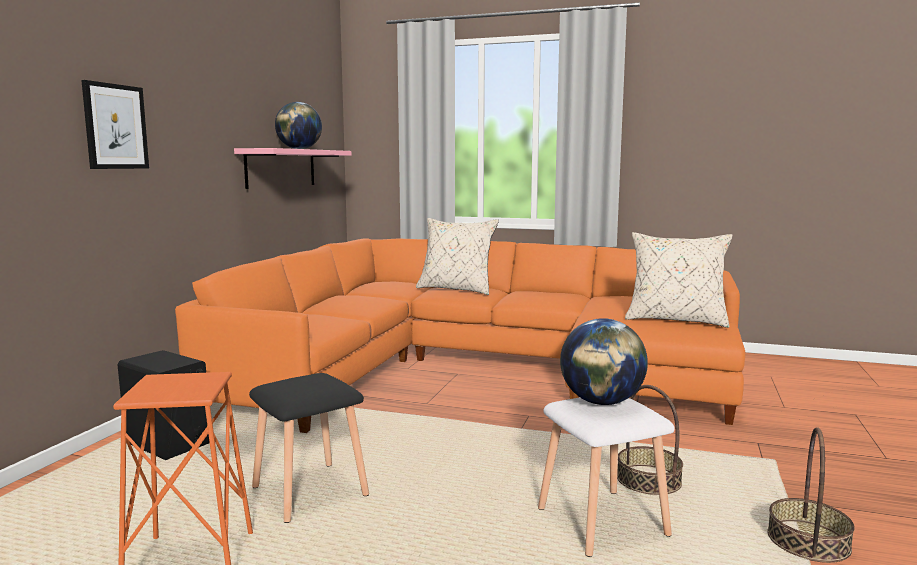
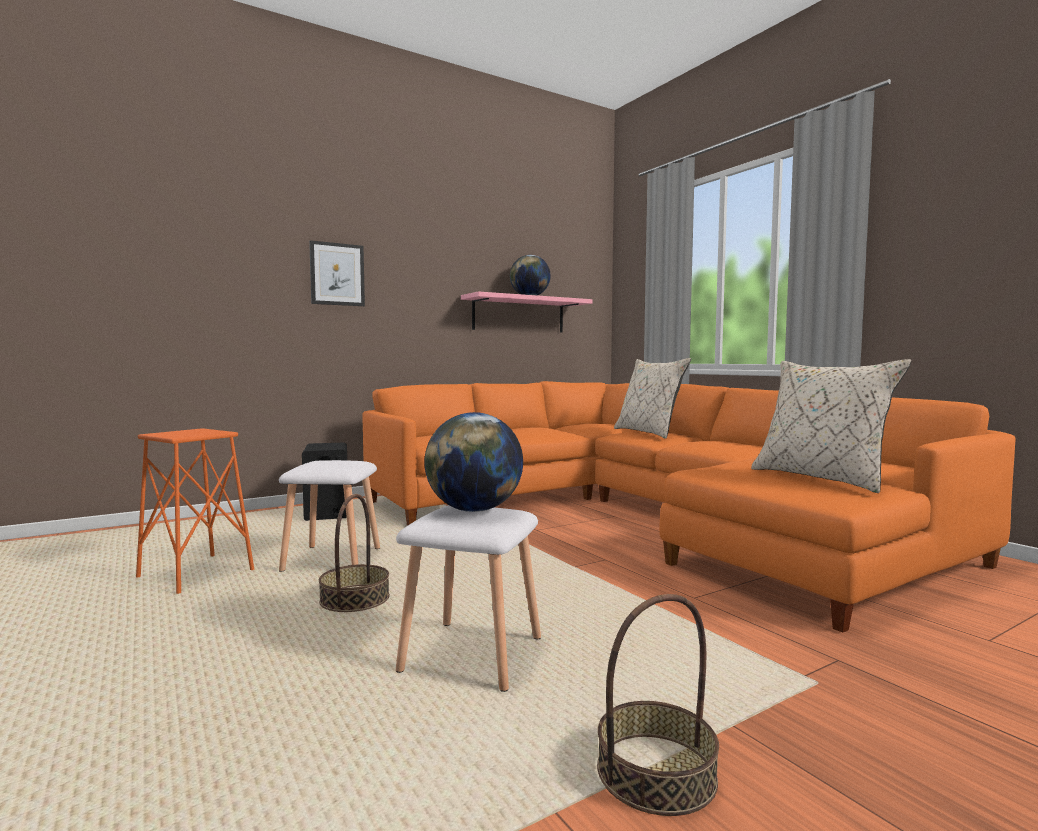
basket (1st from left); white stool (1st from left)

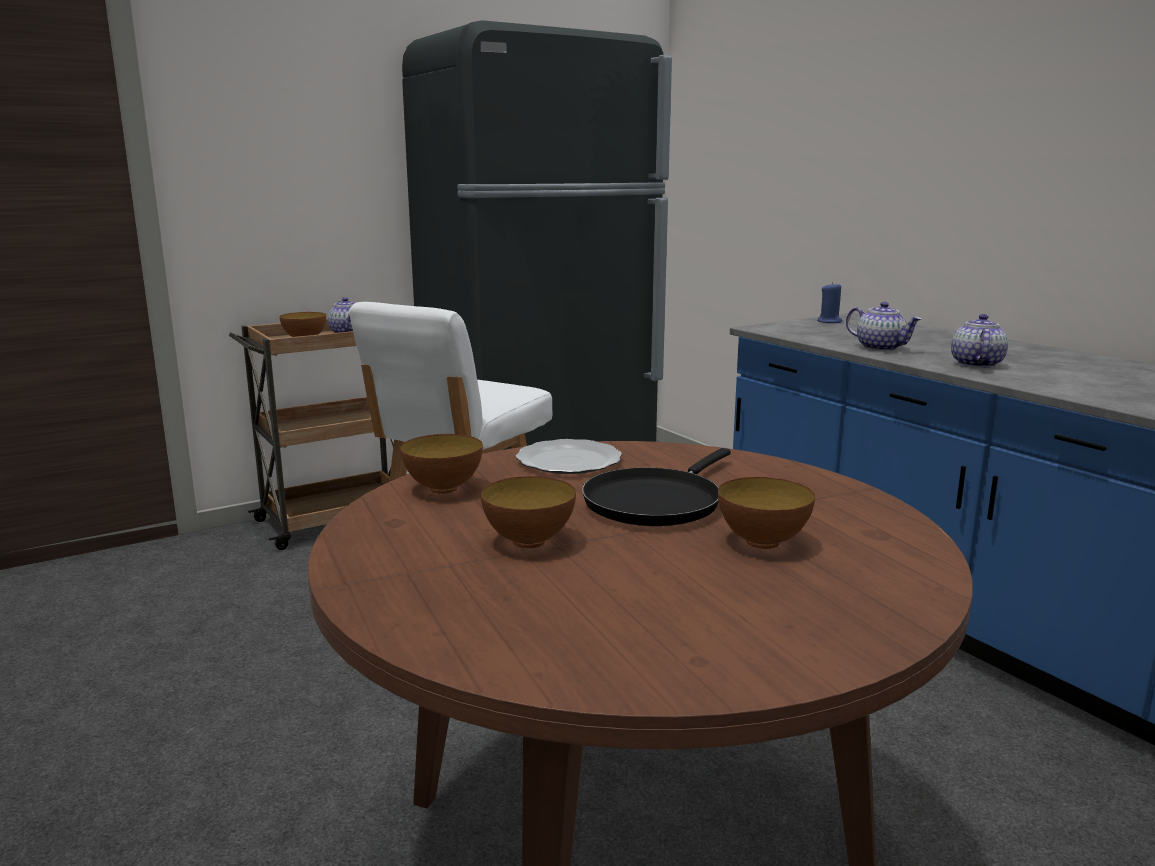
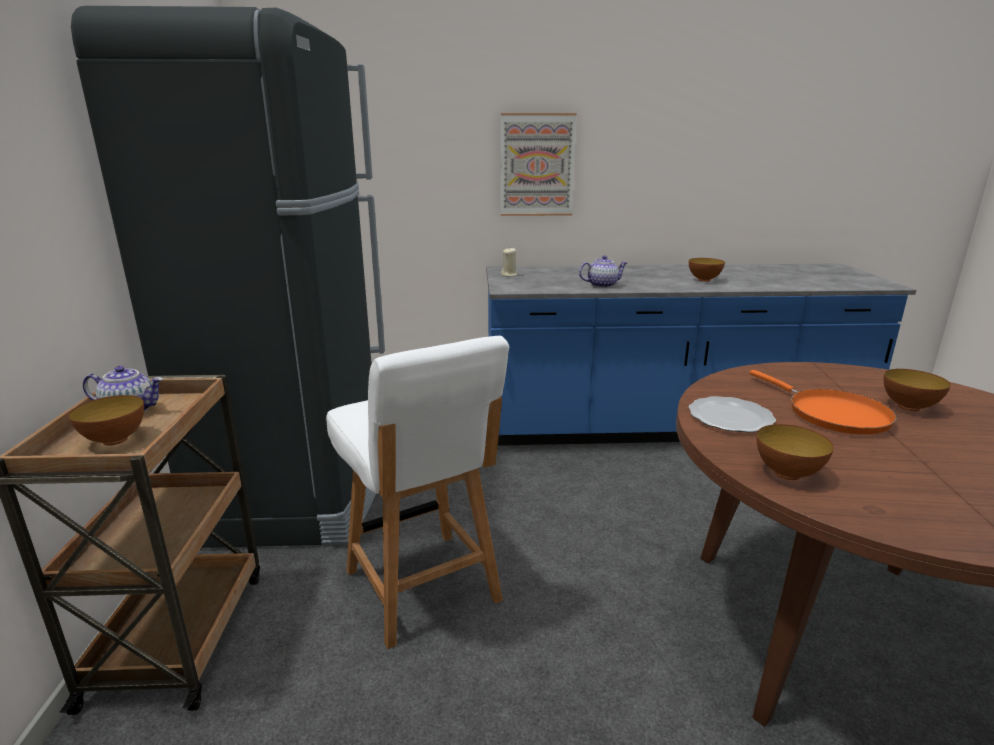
teapot (3rd from left in the first image); picture; bowl (2nd from left); orange frying pan; beige candle

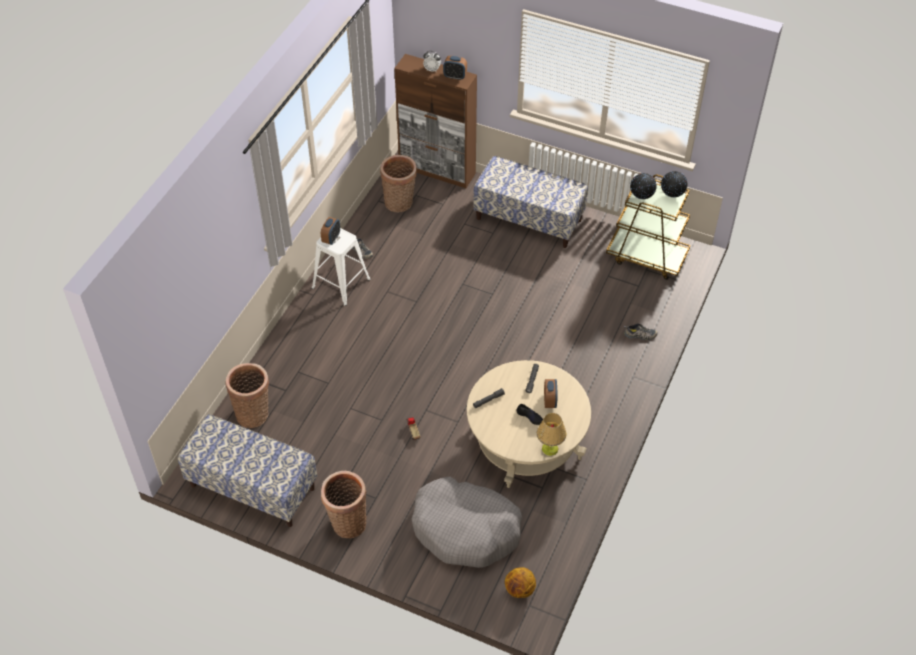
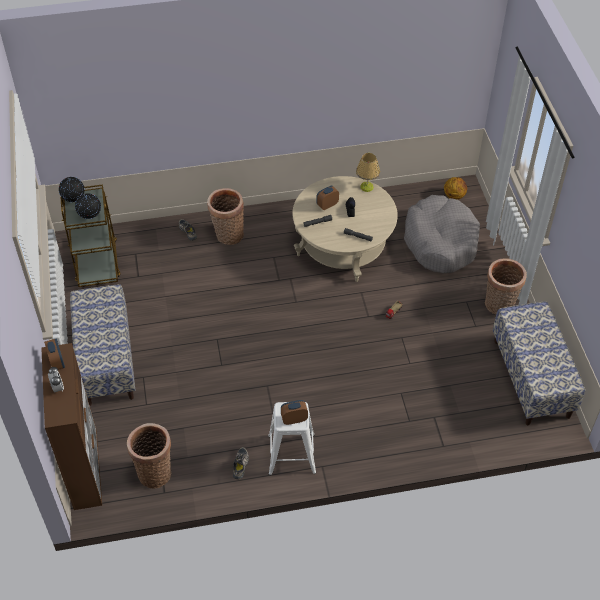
basket (2nd from left)

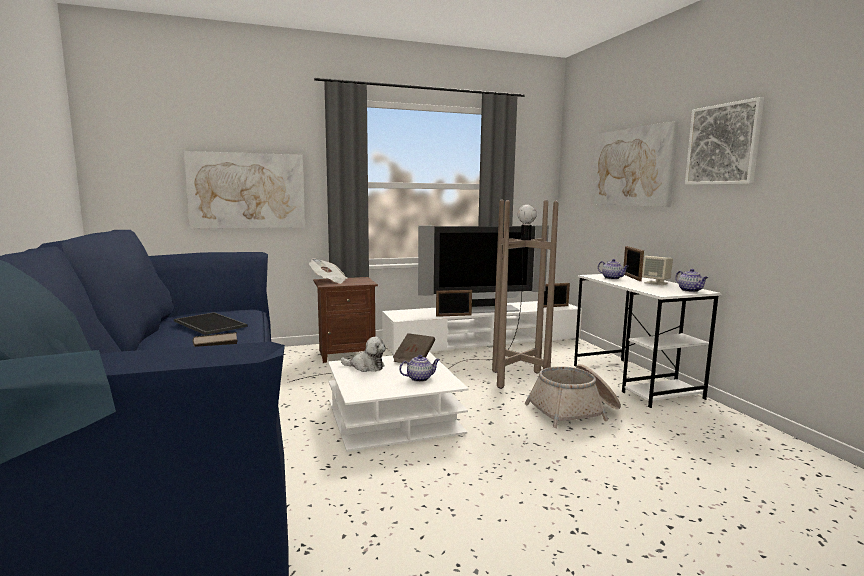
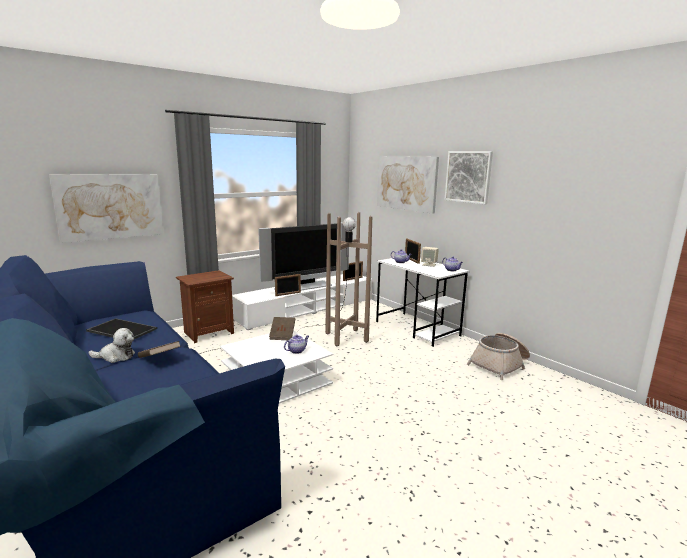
newspaper; plush toy; basket

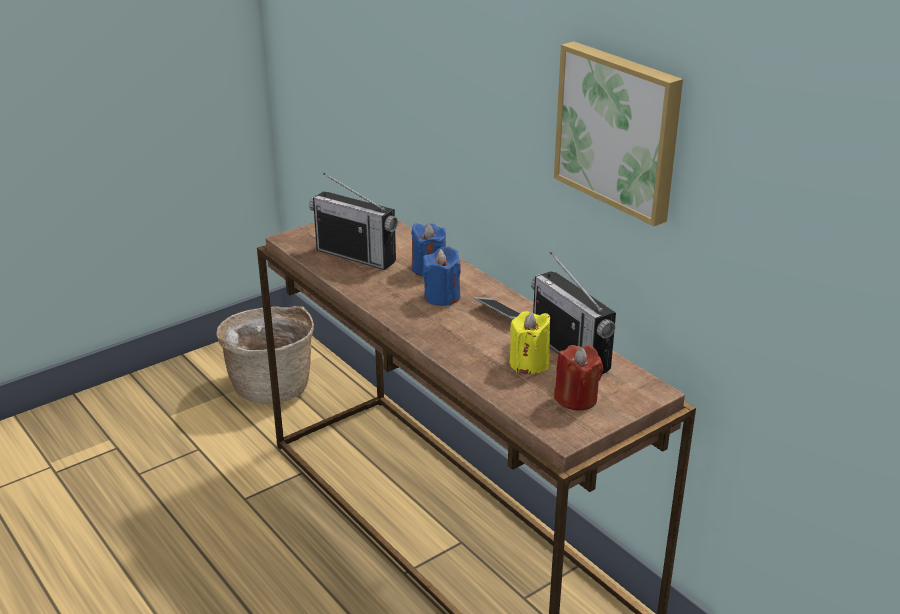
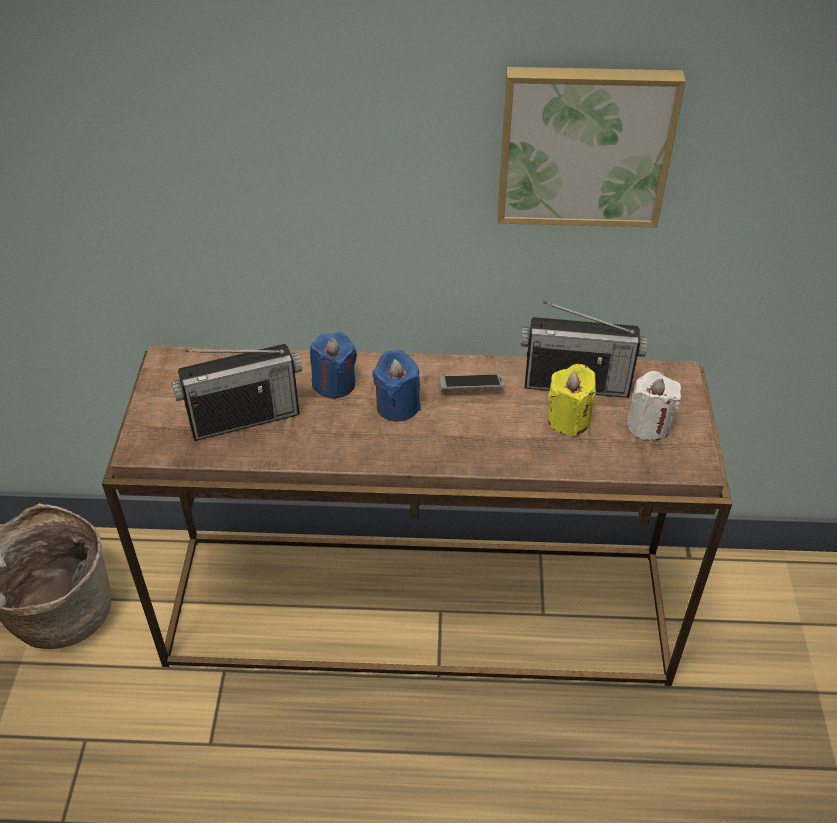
white candle

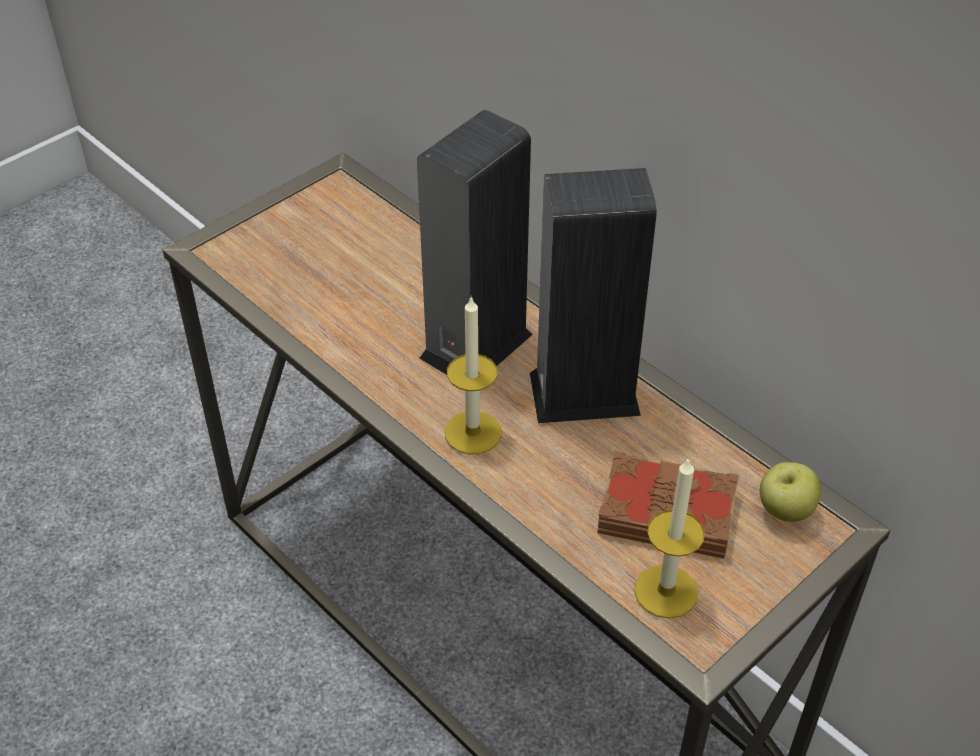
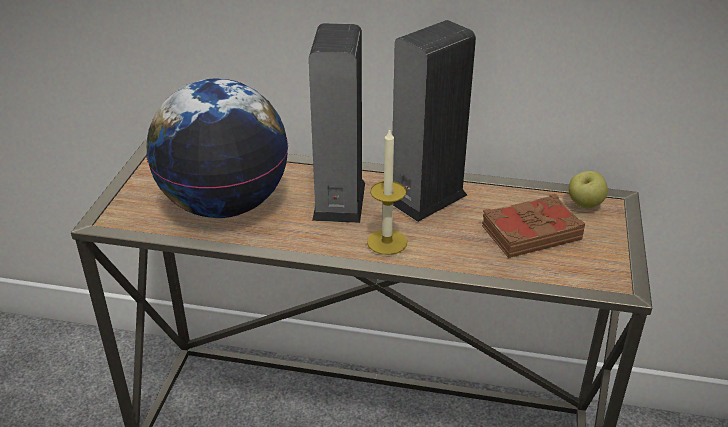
candle (2nd from left in the first image); globe

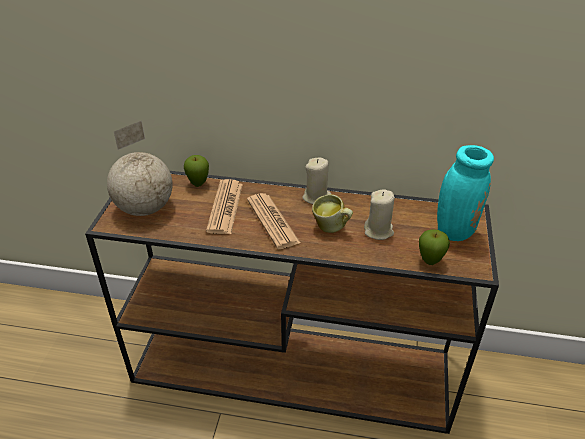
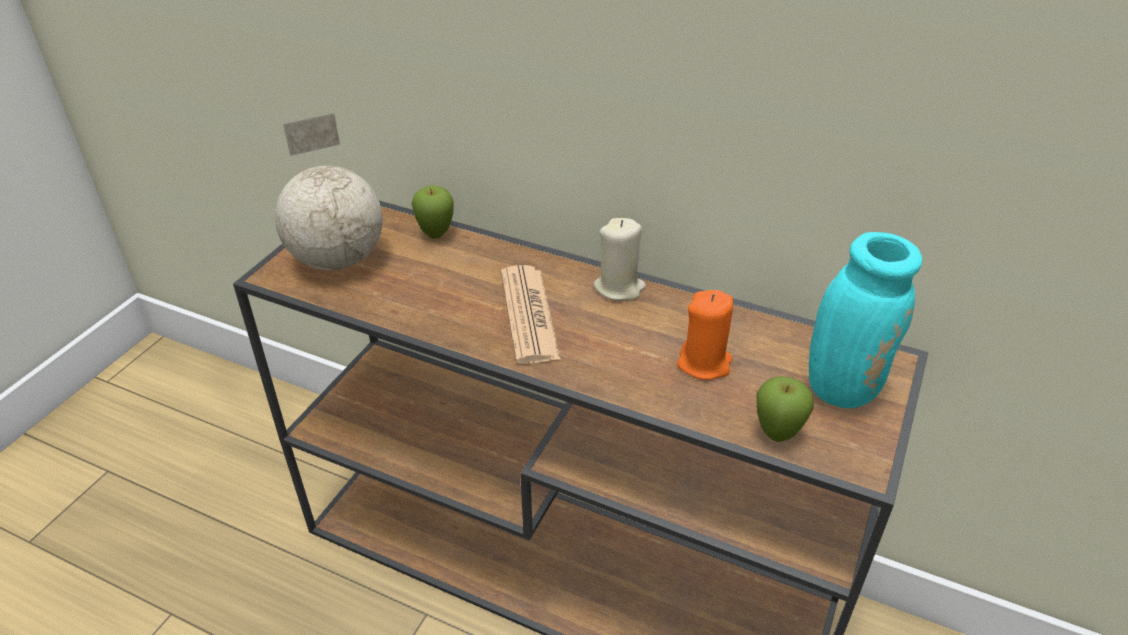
newspaper (1st from left in the first image); mug; orange candle

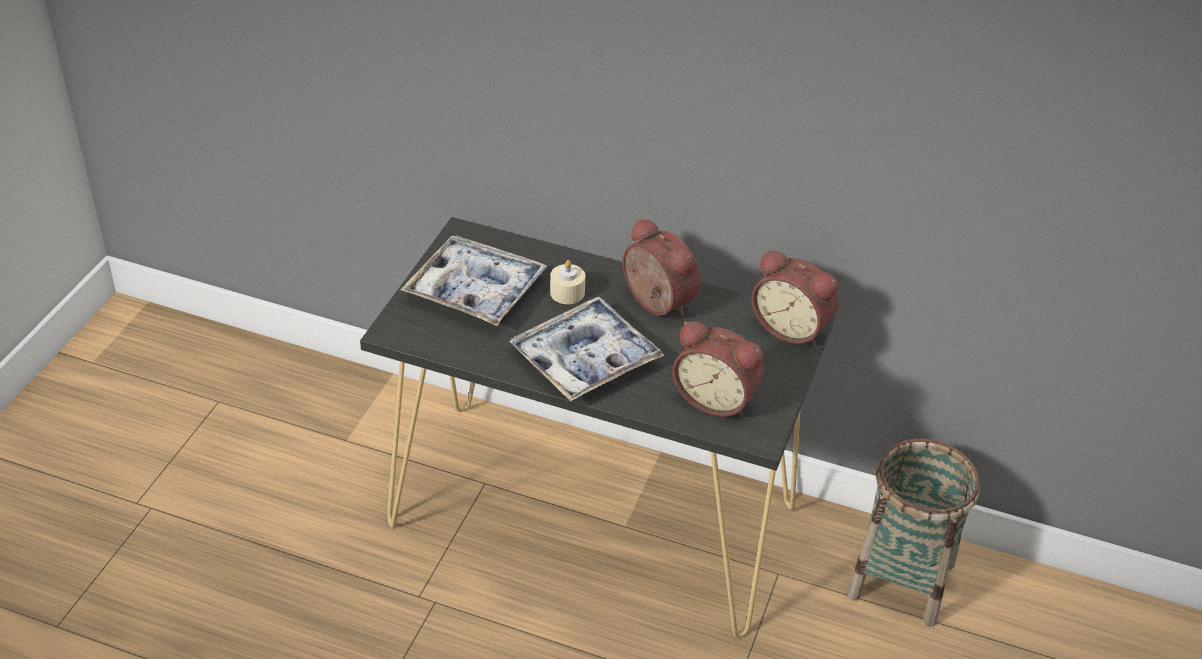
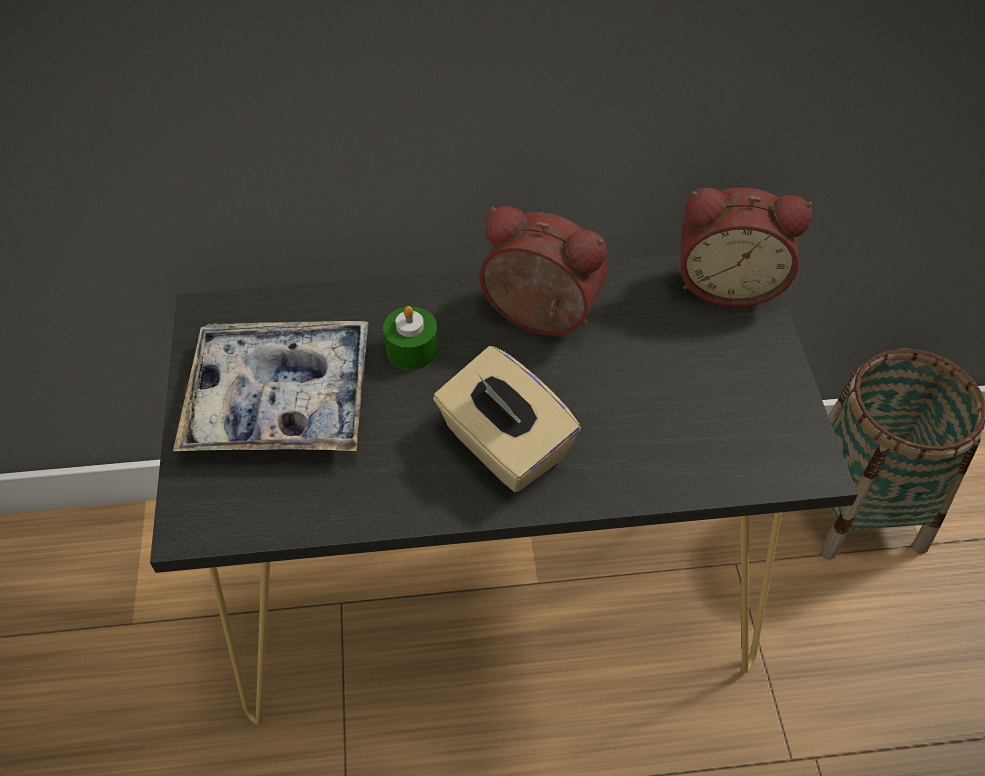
alarm clock (2nd from left in the first image); beige tissue box; green candle

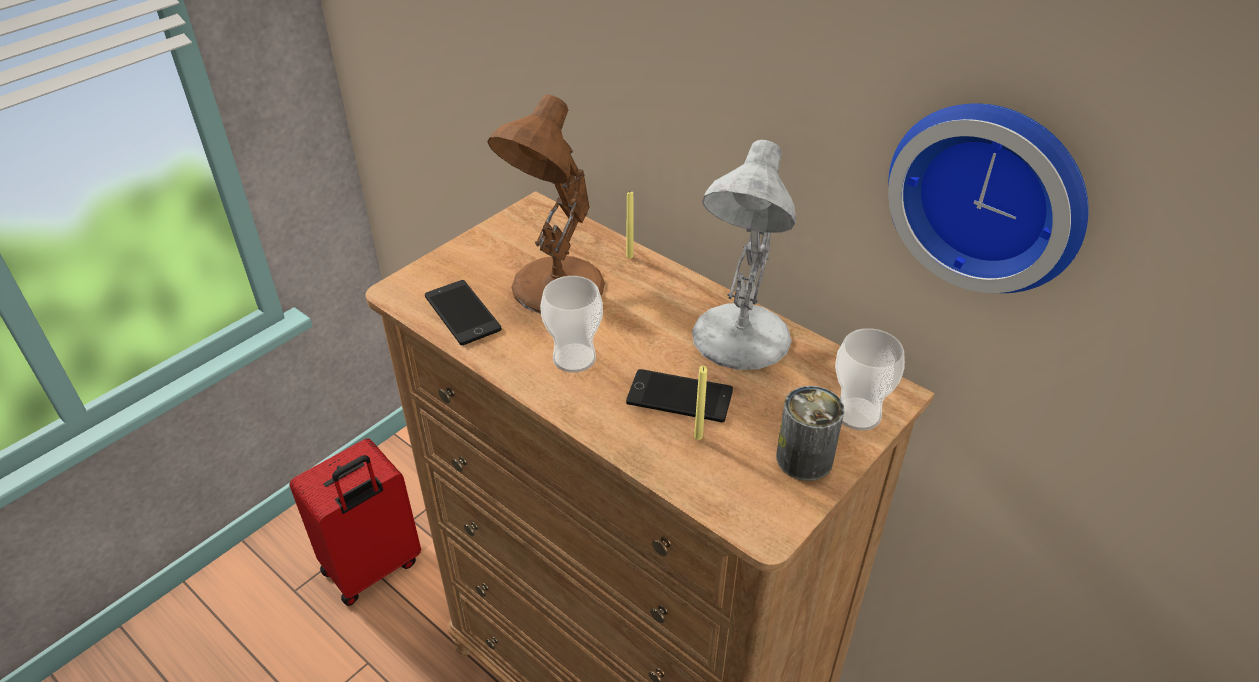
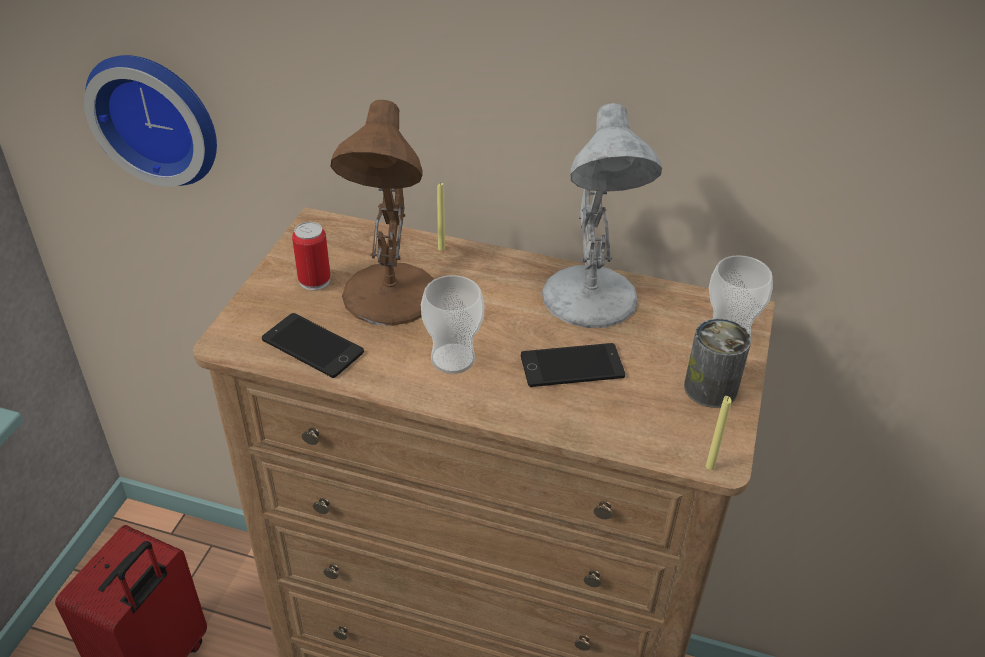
can (1st from left); yellow candle (2nd from left); wall clock

